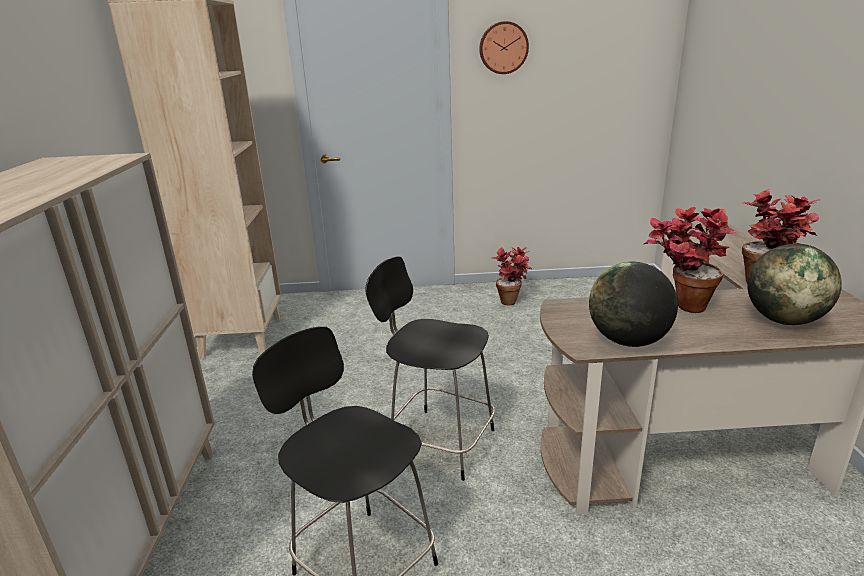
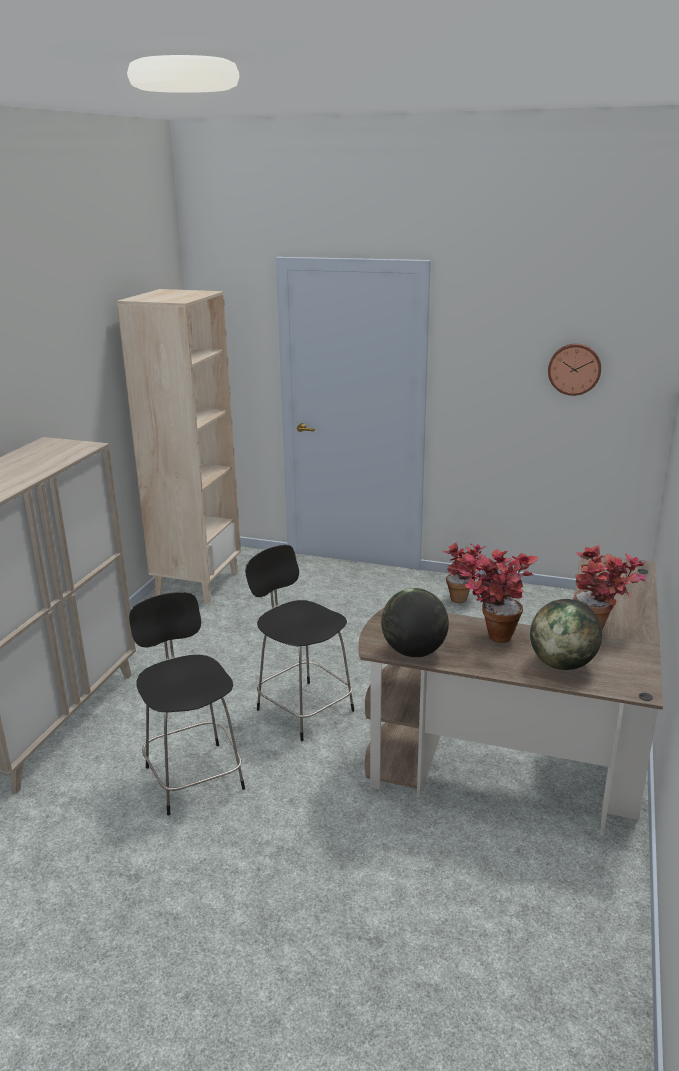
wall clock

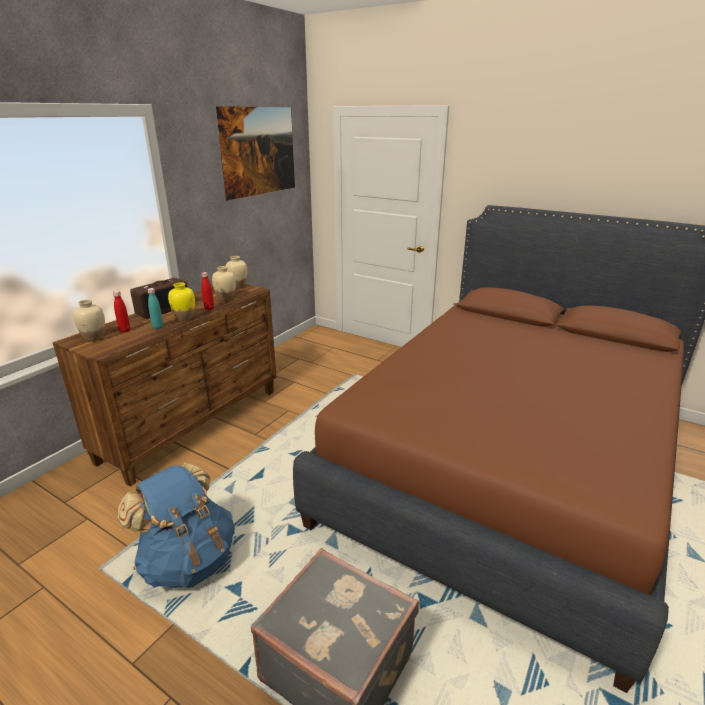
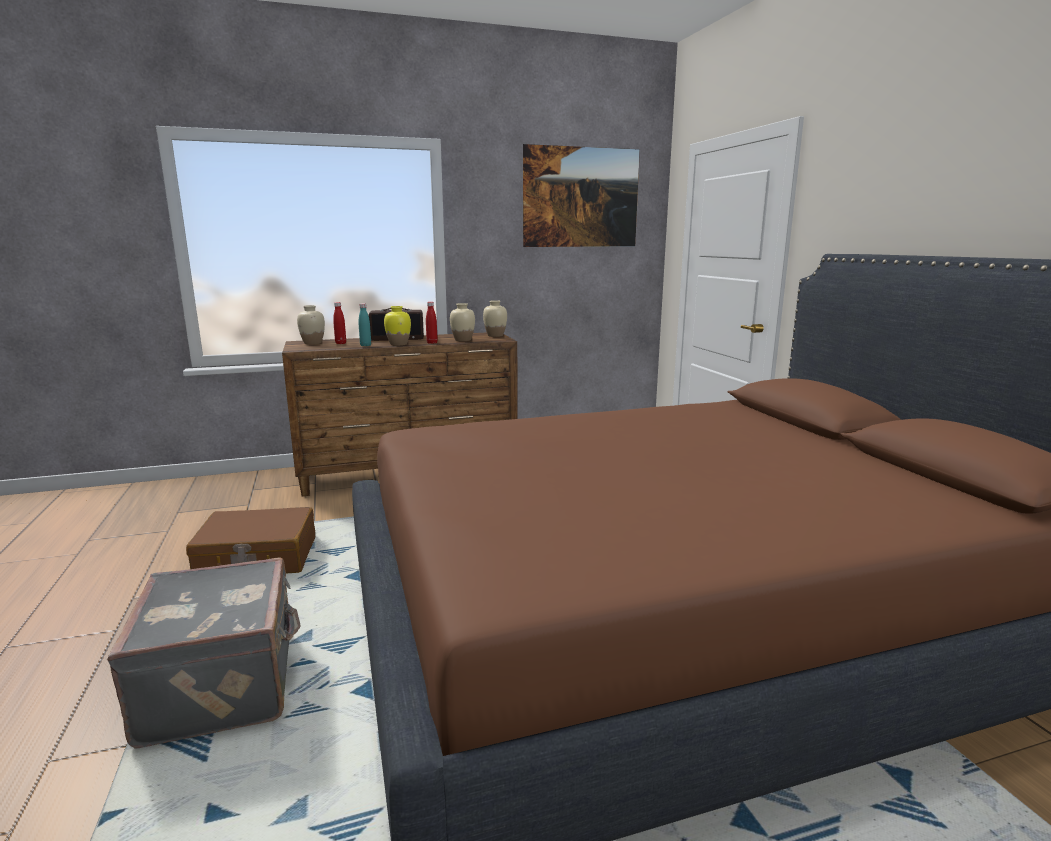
brown suitcase

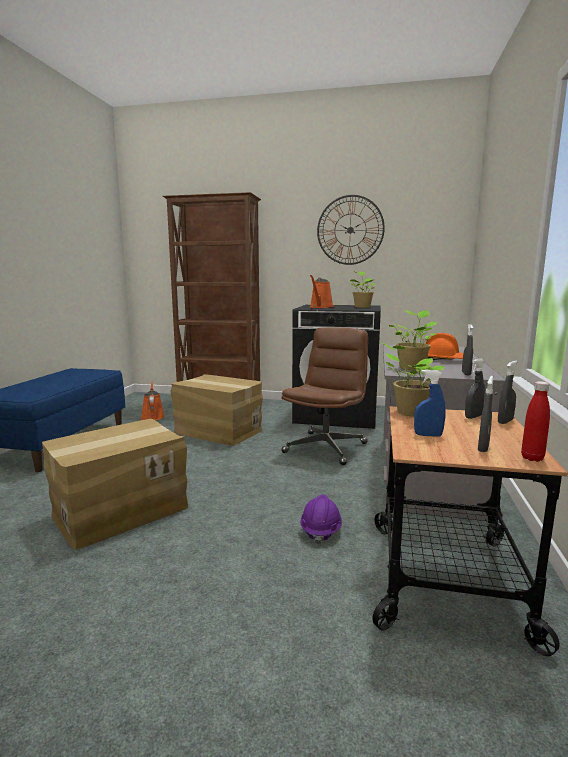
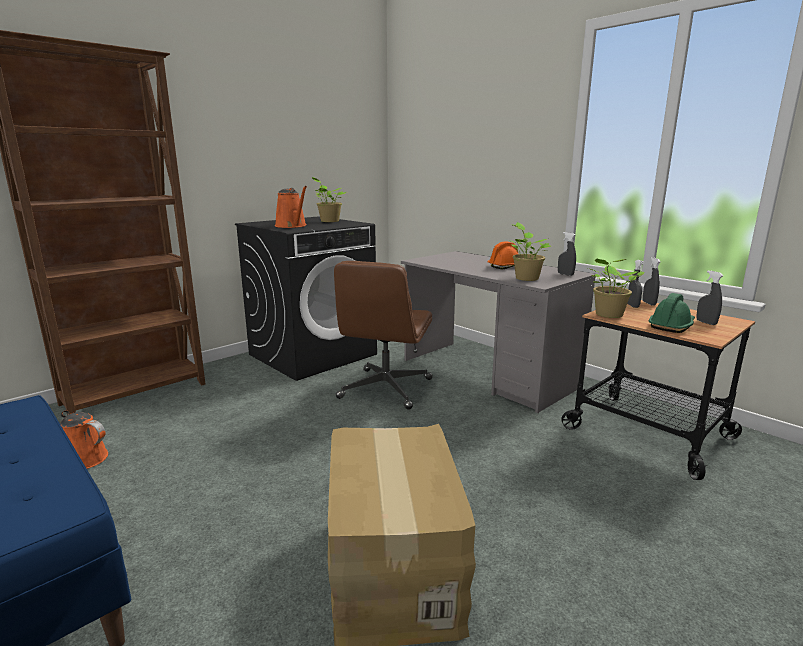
cardboard box (2nd from left in the first image); purple hard hat; wall clock; red bottle; green hard hat; brown office chair

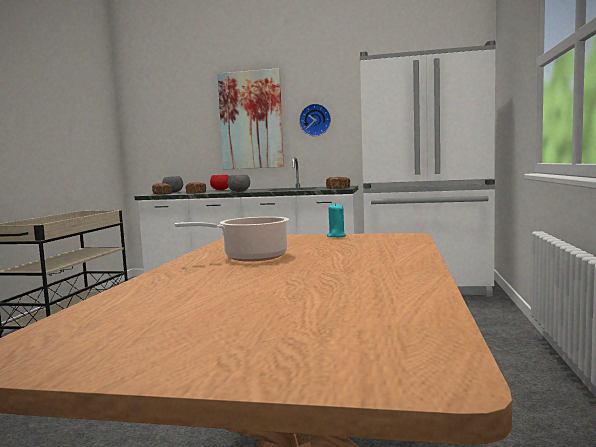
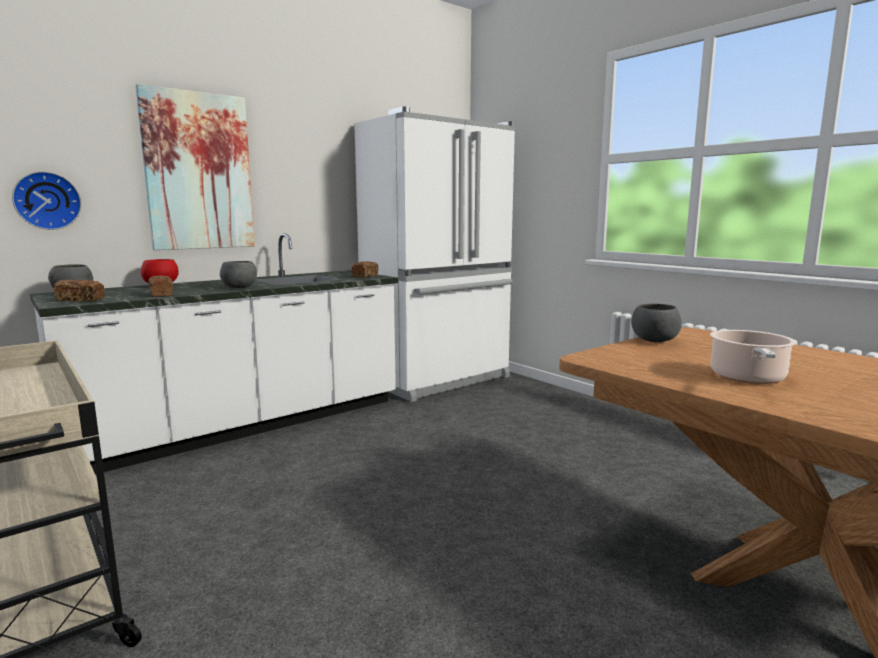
wall clock; grey bowl (3rd from left)

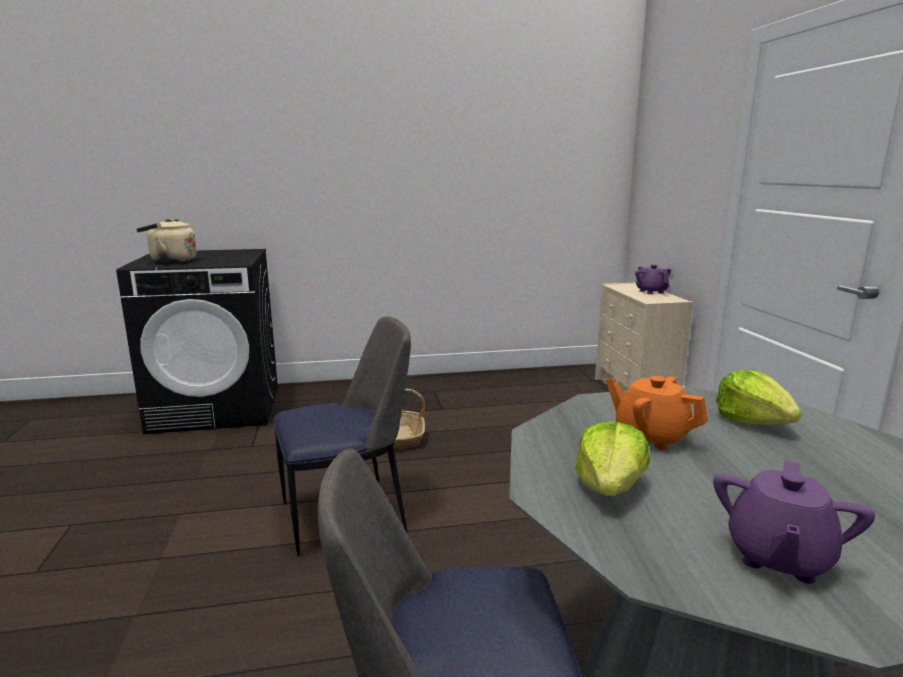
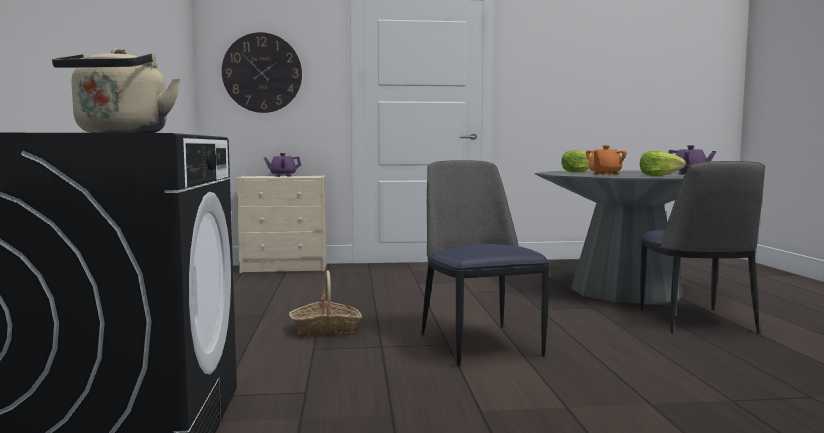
wall clock

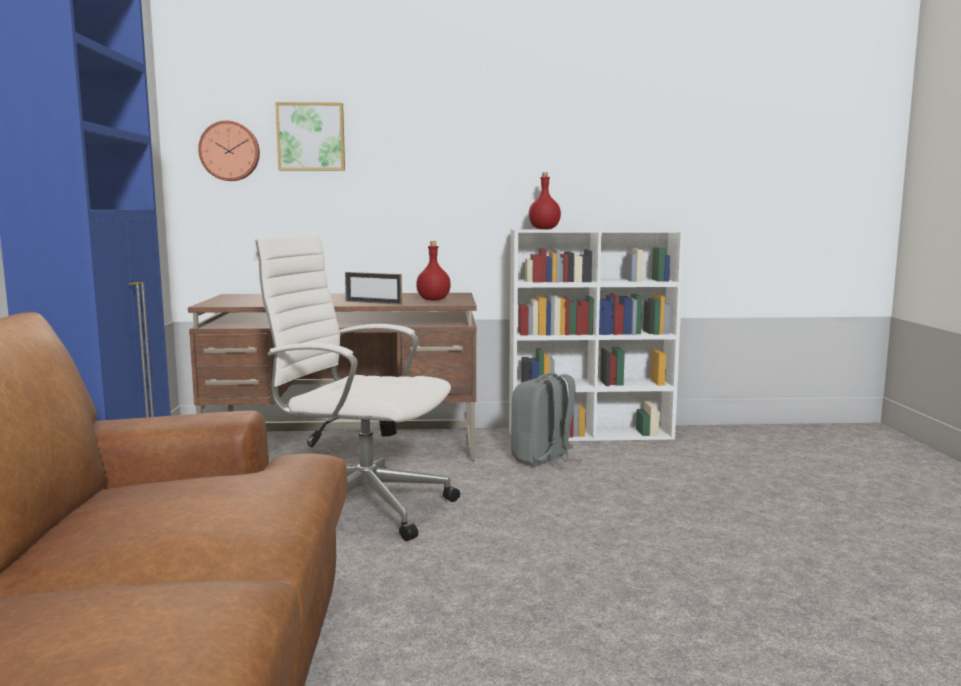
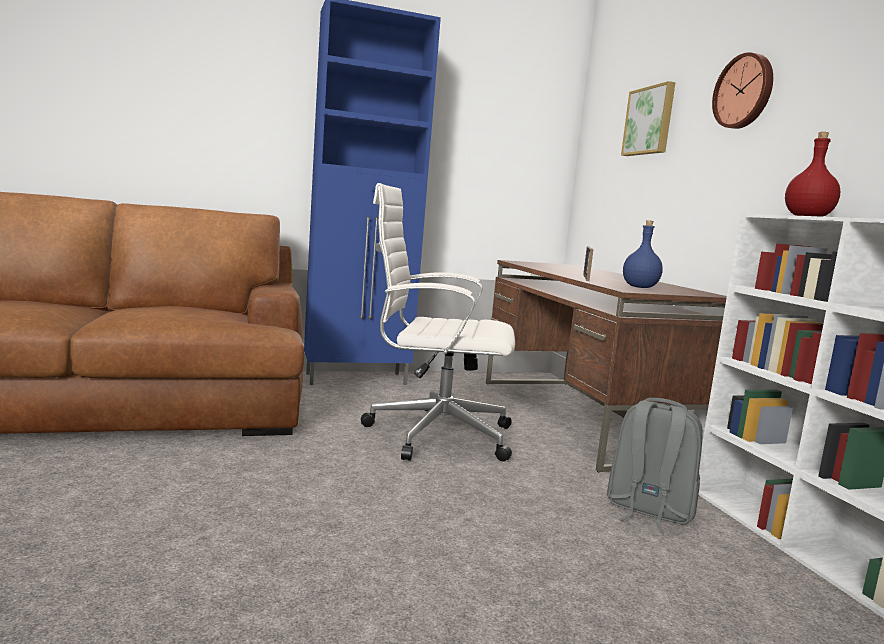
wall clock; blue bottle; white office chair

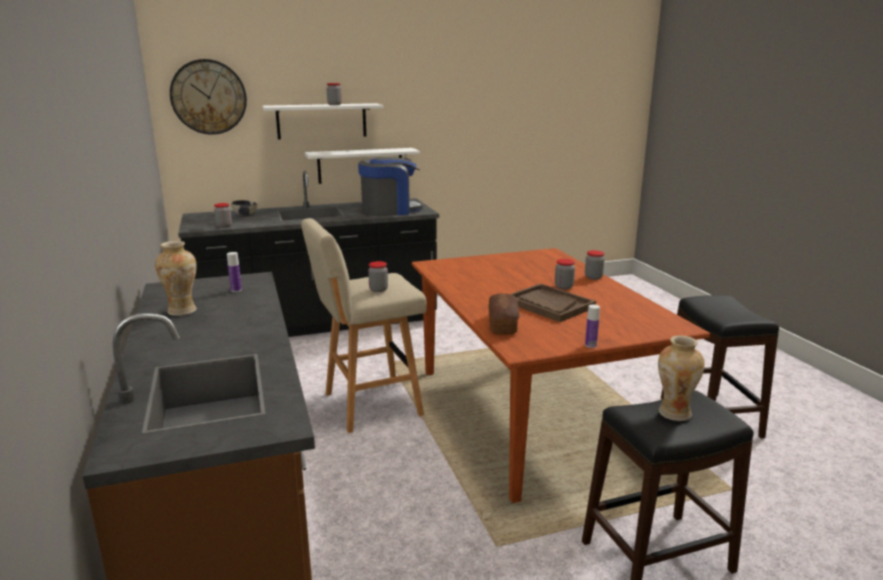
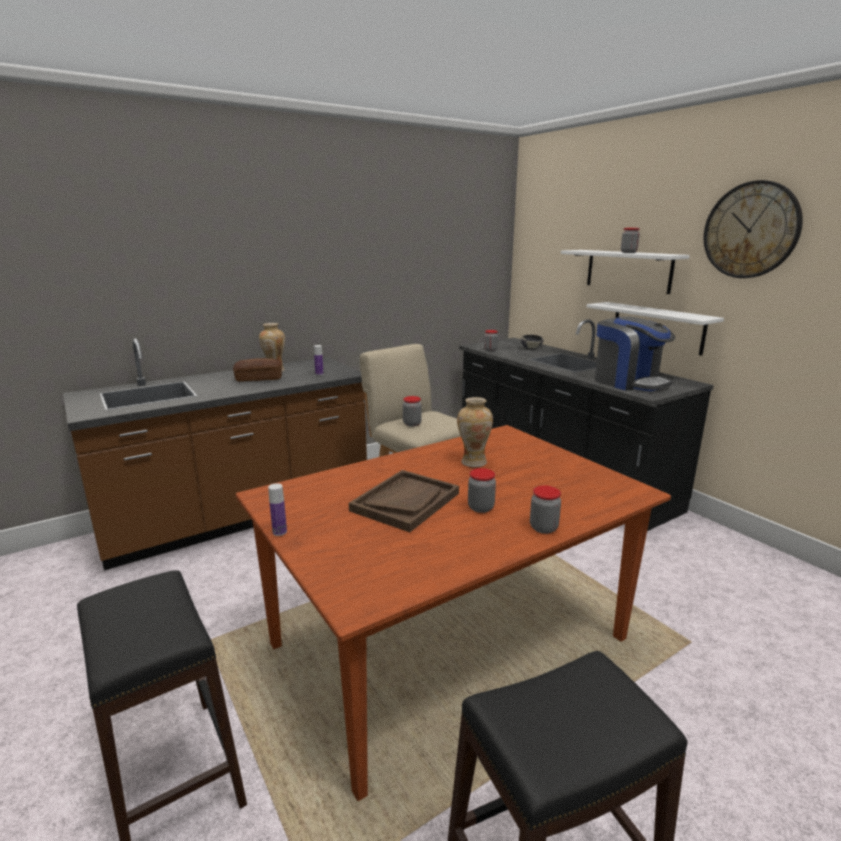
wall clock; bread; vase (2nd from left)

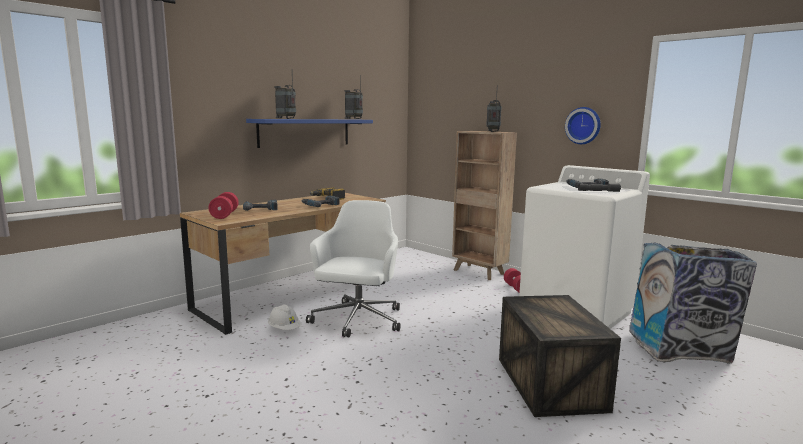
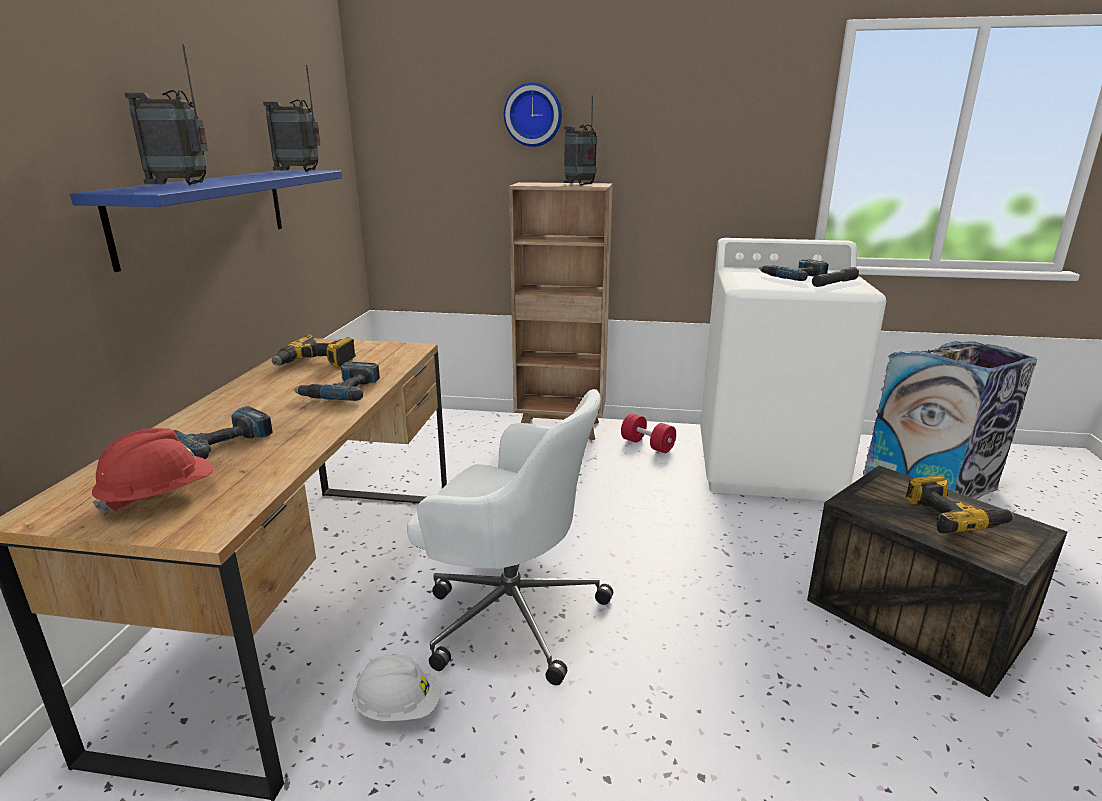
power drill (5th from left); wall clock; red hard hat; white office chair

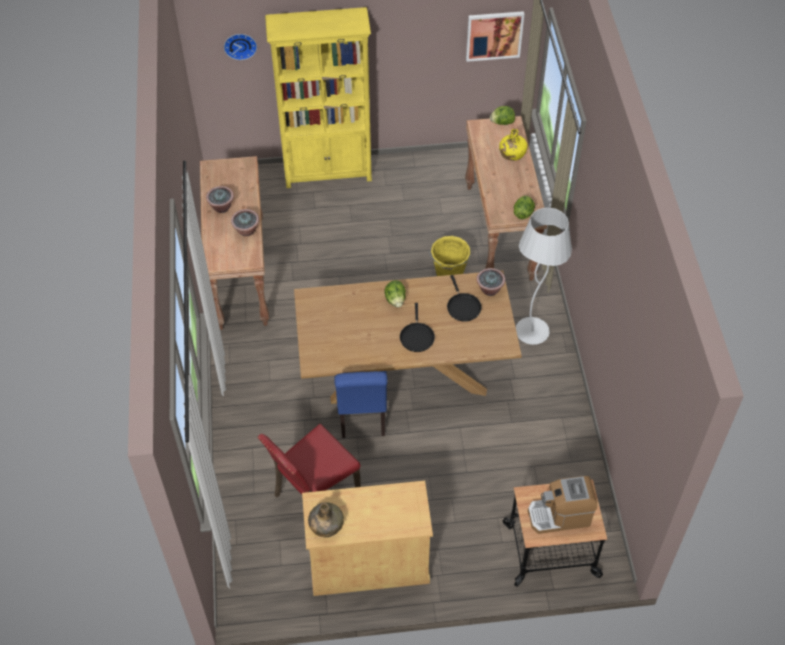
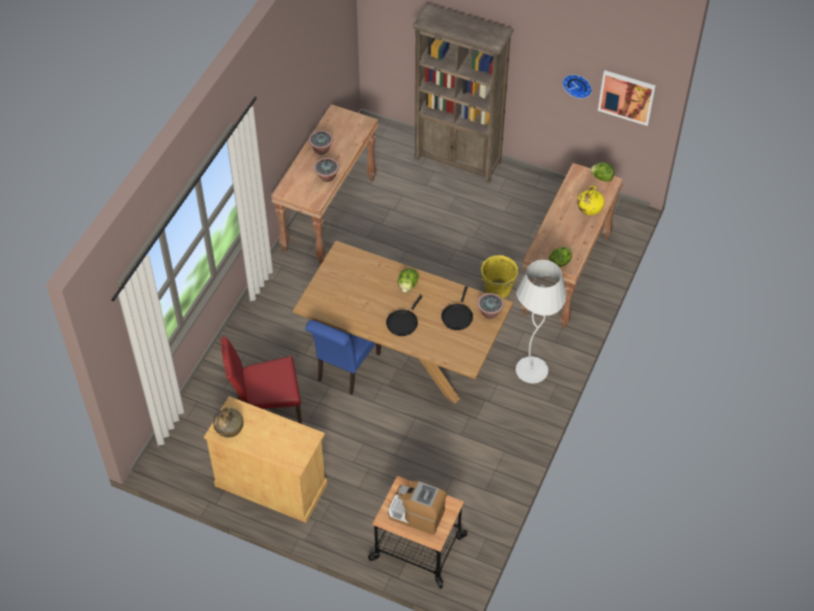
wall clock; brown bookcase

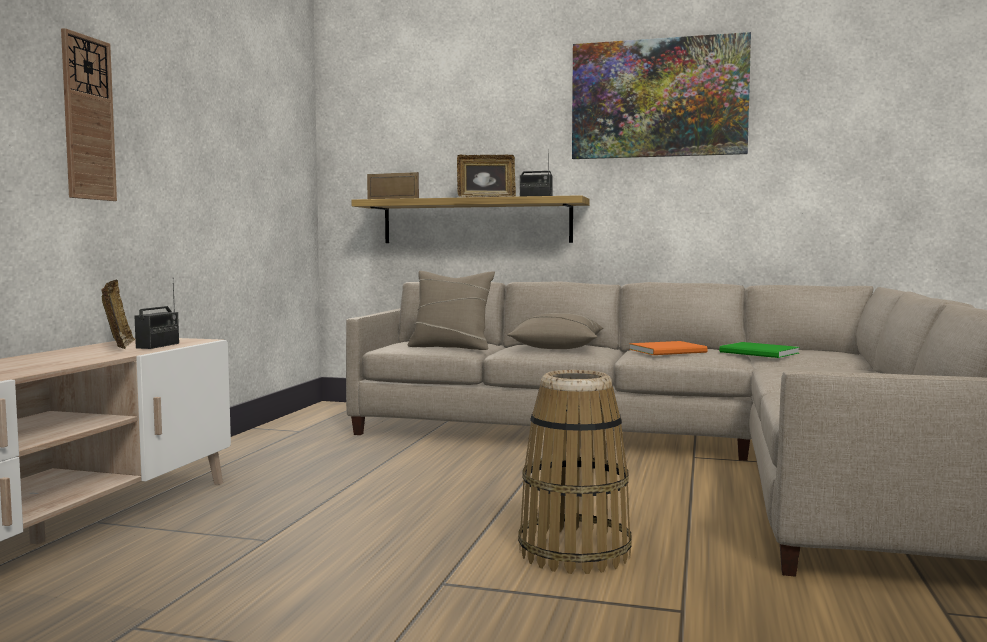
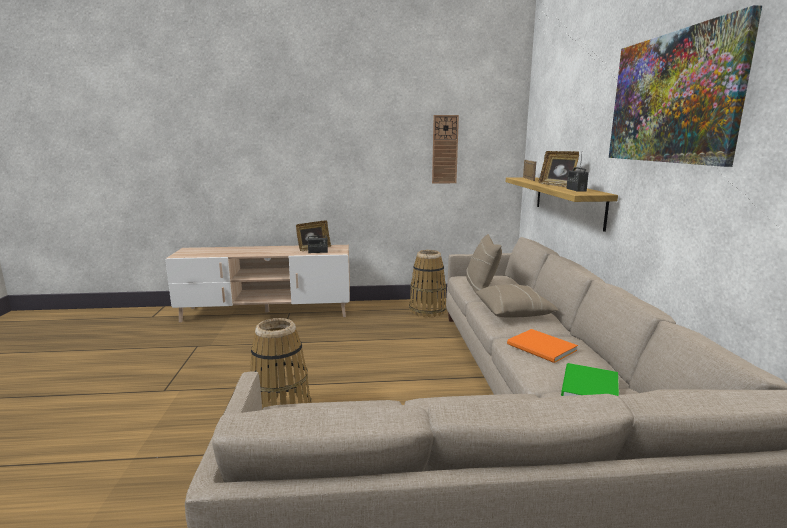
basket (2nd from left); wall clock

